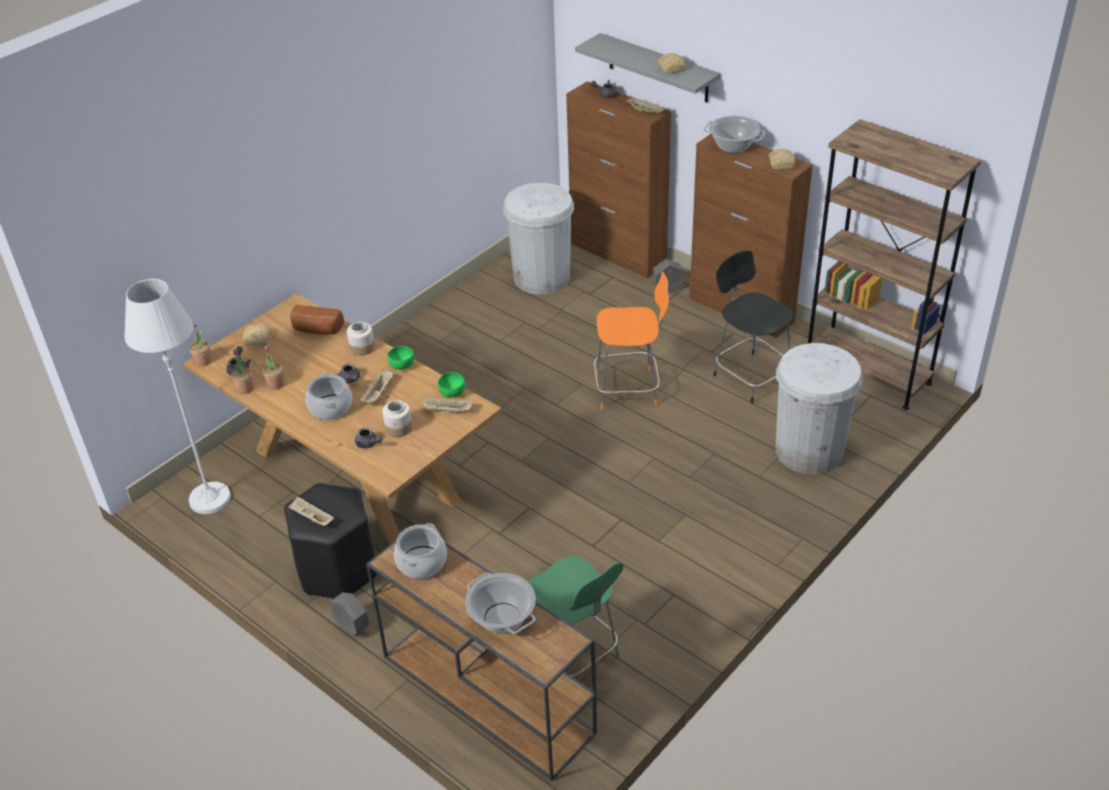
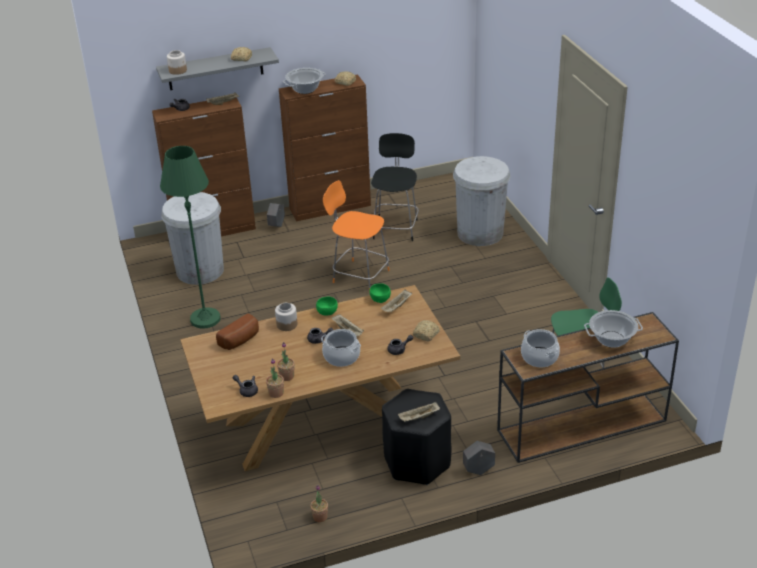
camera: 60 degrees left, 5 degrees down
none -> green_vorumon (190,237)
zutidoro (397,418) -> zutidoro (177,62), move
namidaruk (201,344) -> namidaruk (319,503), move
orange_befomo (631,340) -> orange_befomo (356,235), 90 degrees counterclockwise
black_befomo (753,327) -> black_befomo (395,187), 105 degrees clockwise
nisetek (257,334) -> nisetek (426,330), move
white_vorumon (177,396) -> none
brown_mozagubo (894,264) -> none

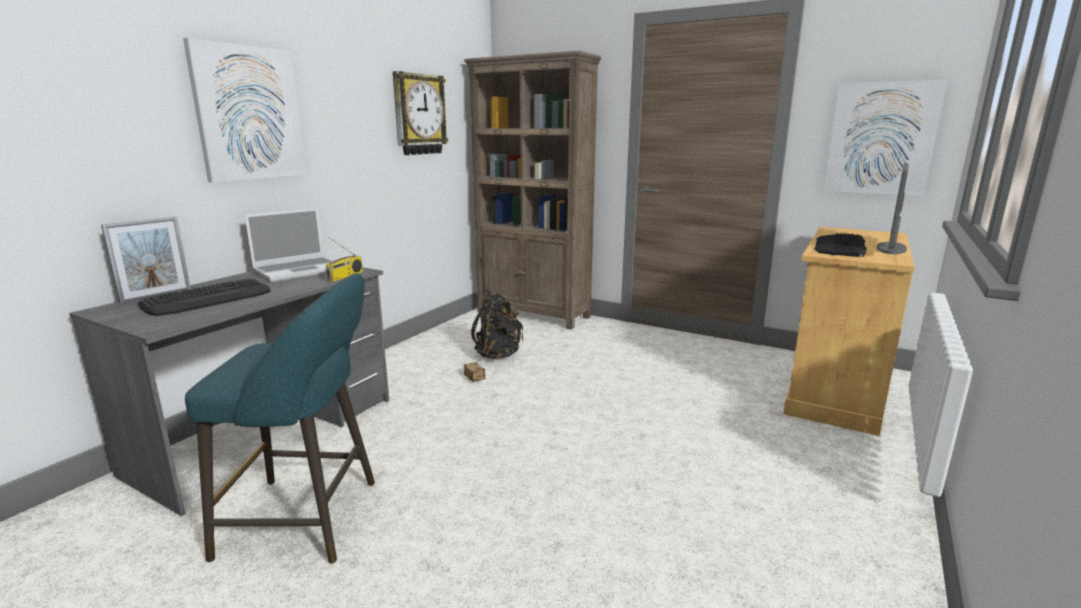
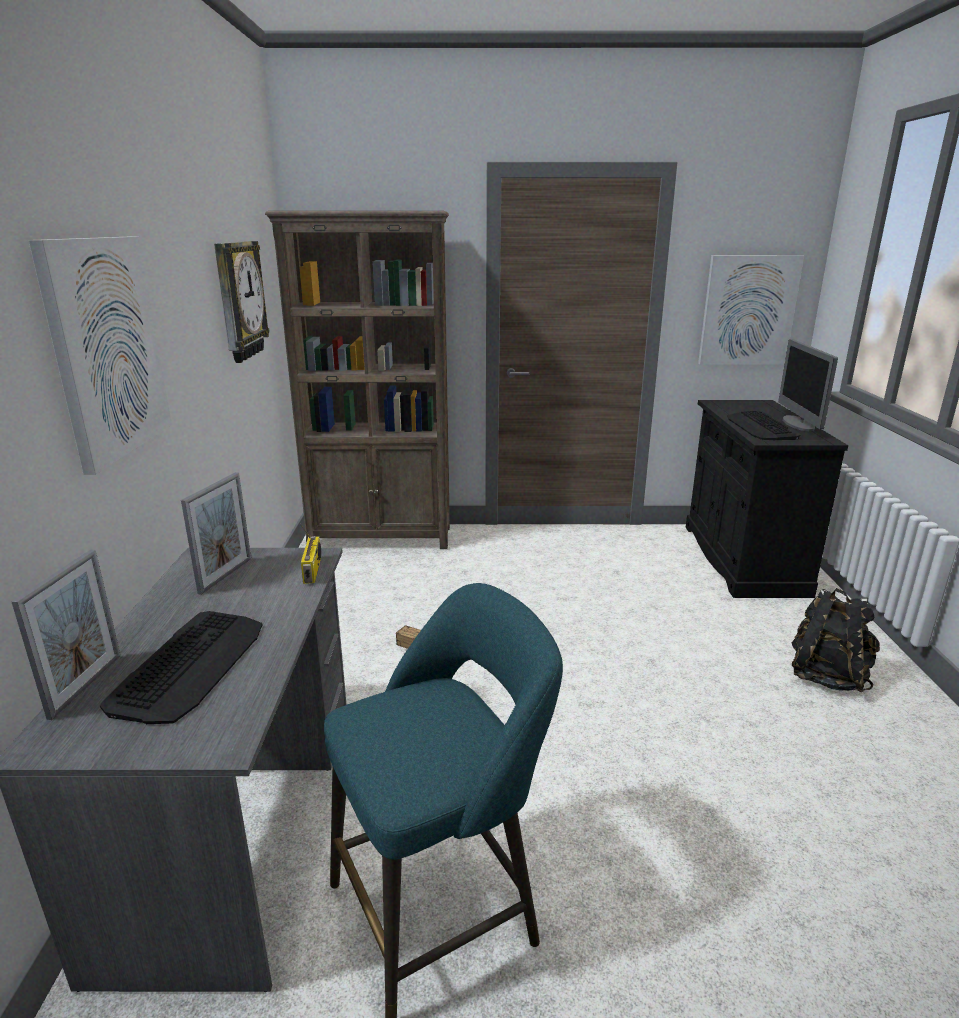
camera: 30 degrees left, 5 degrees up
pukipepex (289,245) -> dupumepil (216,533)
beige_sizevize (849,331) -> black_sizevize (767,499)
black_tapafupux (497,324) -> black_tapafupux (835,640), move

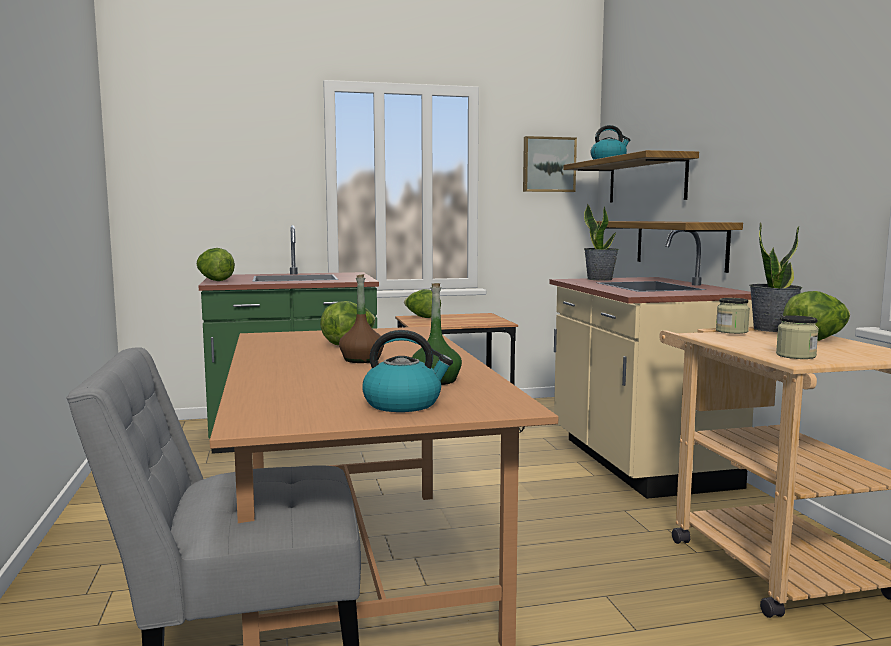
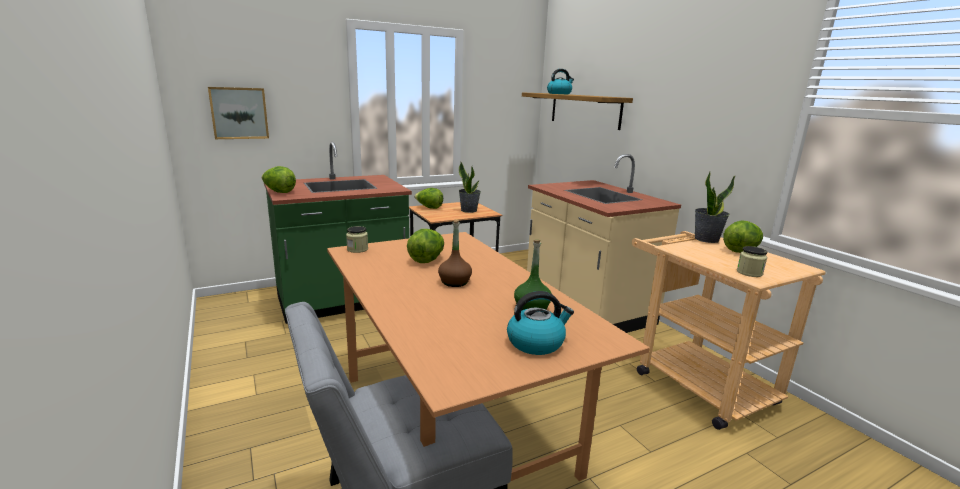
camera: 15 degrees left, 10 degrees up
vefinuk (550,164) -> vefinuk (238,113), move
zutidoro (733,316) -> zutidoro (357,239), move
namidaruk (601,242) -> namidaruk (470,187), move
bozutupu (665,247) -> none

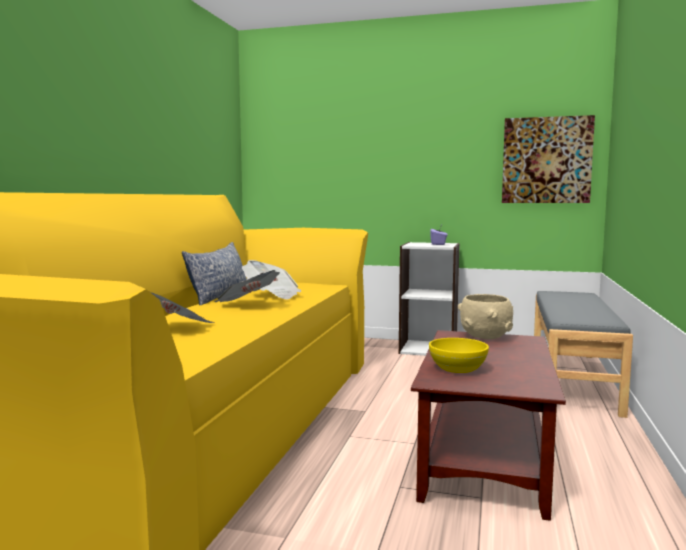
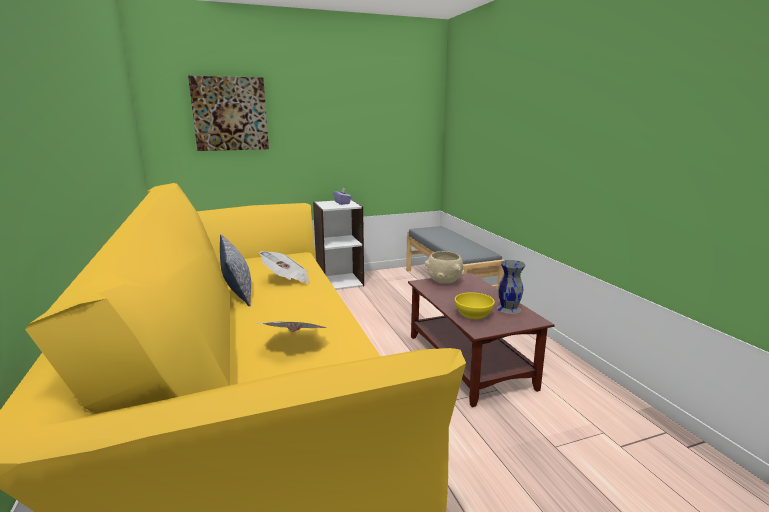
camera: 35 degrees left, 10 degrees up
vefinuk (548,159) -> vefinuk (228,113), move
none -> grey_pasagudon (511,287)
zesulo (247,286) -> none

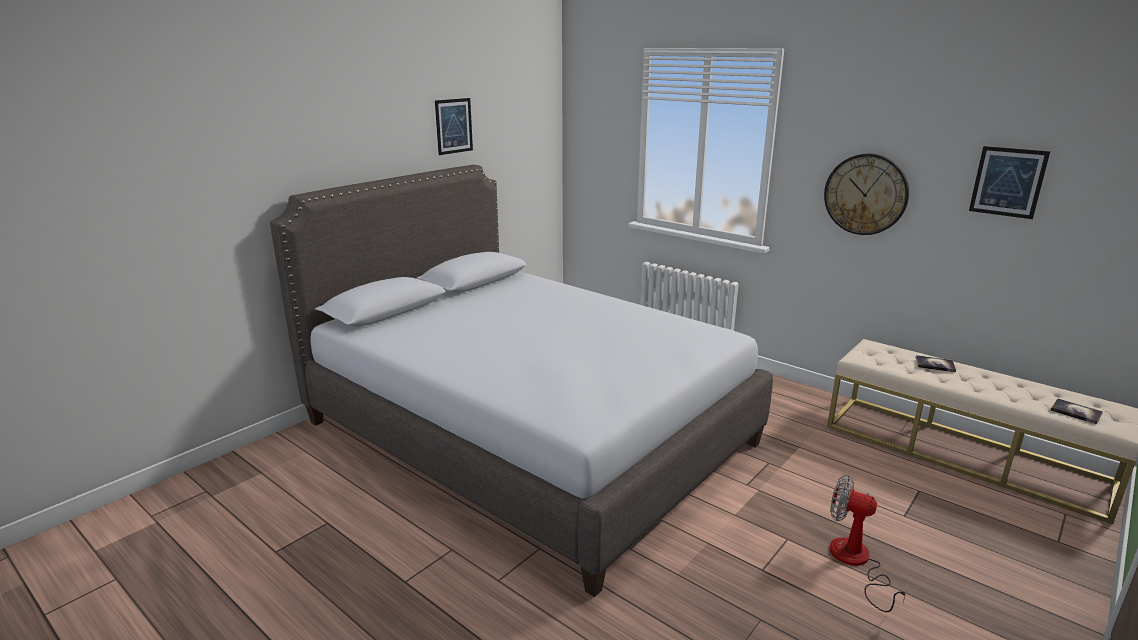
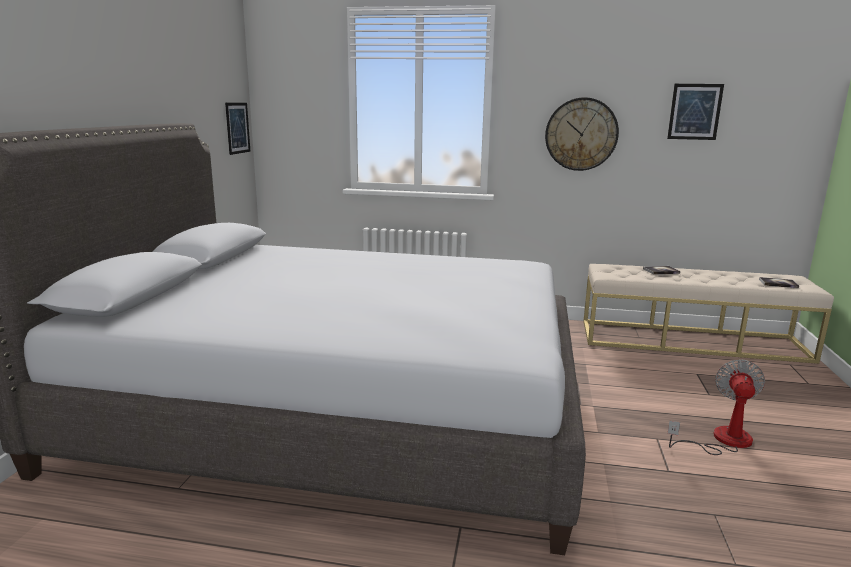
camera: 30 degrees left, 5 degrees down
vefinuk (454,126) -> vefinuk (237,129), move
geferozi (869,543) -> geferozi (716,407), 105 degrees clockwise

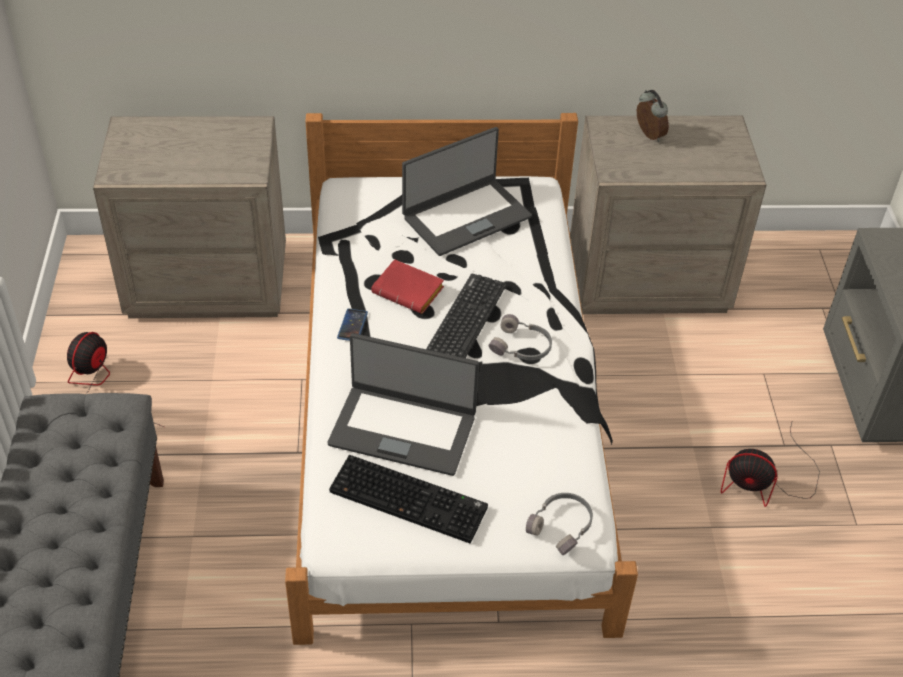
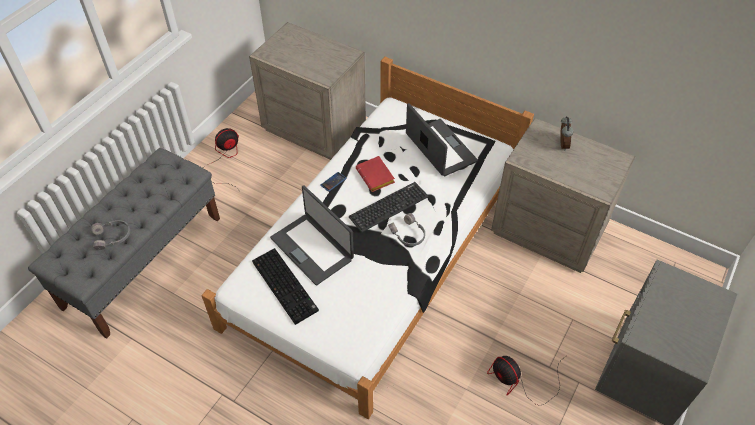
camera: 35 degrees right, 5 degrees up
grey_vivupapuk (559,524) -> grey_vivupapuk (110,235), move
pukipepex (467,191) -> pukipepex (442,139), 120 degrees counterclockwise

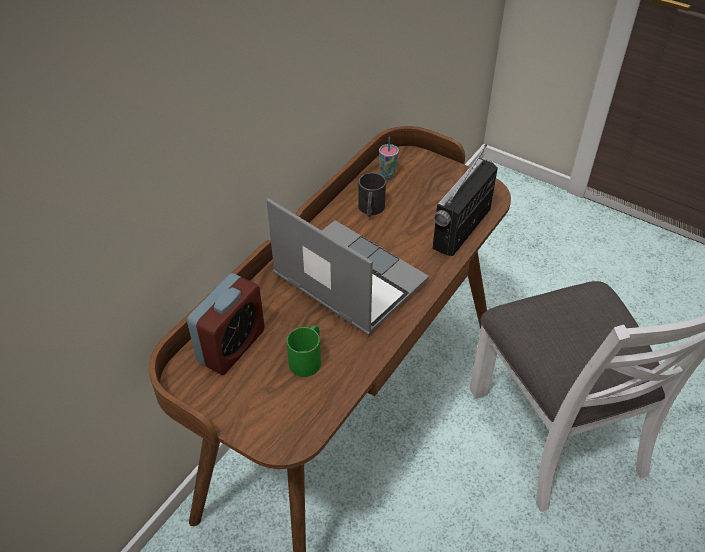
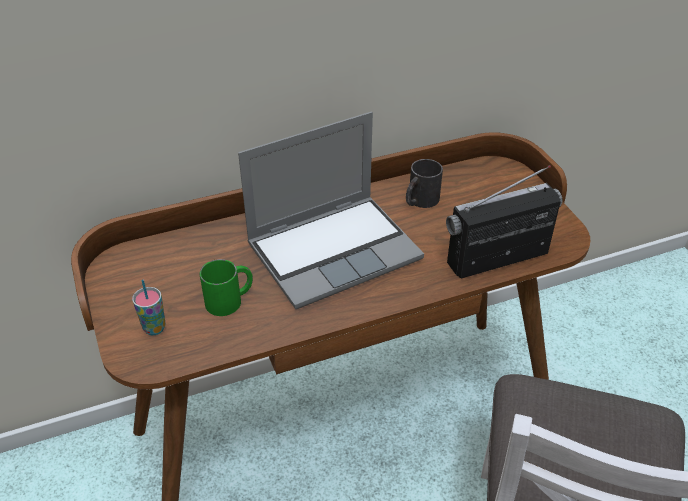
camera: 35 degrees right, 5 degrees down
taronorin (389,158) -> taronorin (149,307), move
pukipepex (348,266) -> pukipepex (331,210), 75 degrees clockwise
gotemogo (226,324) -> none

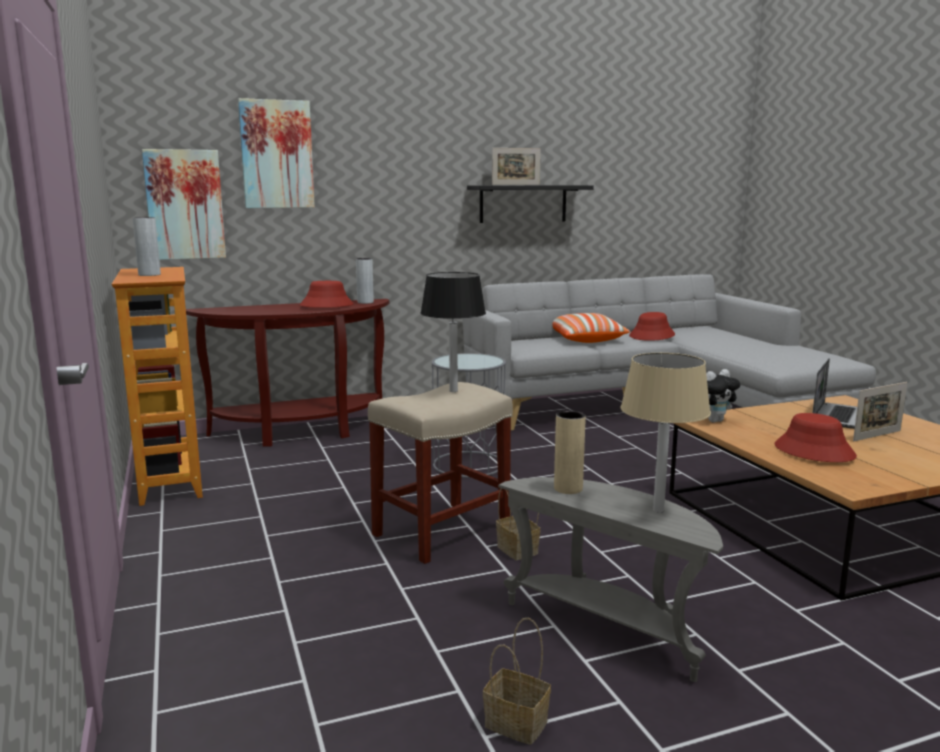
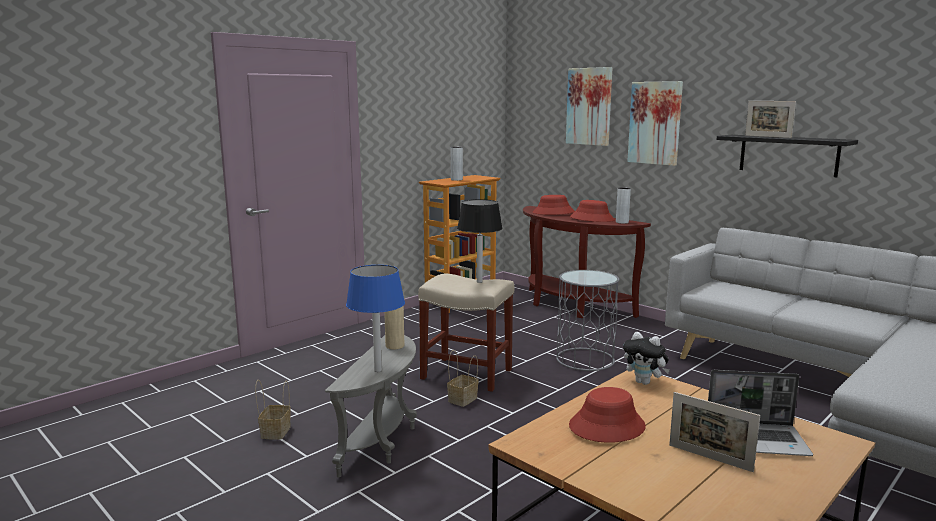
camera: 65 degrees right, 0 degrees up
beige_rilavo (665,432) -> blue_rilavo (375,318)
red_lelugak (652,326) -> red_lelugak (554,205), move
vefinuk (184,204) -> vefinuk (655,123), move
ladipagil (591,328) -> none

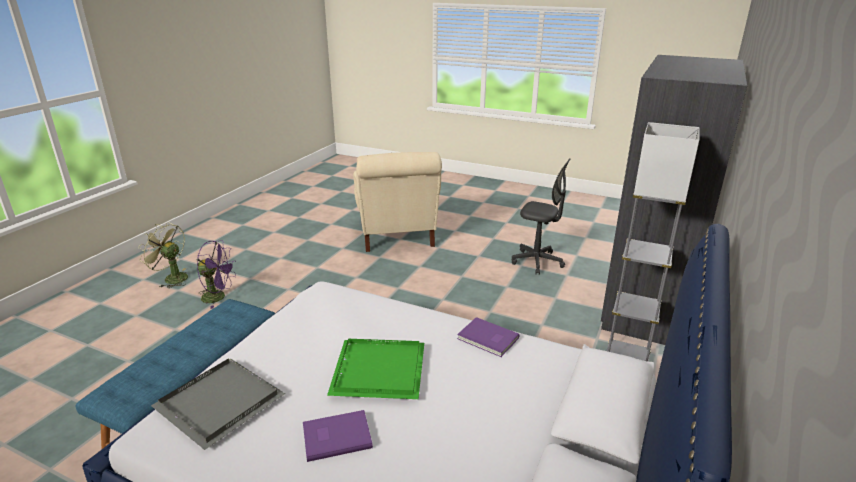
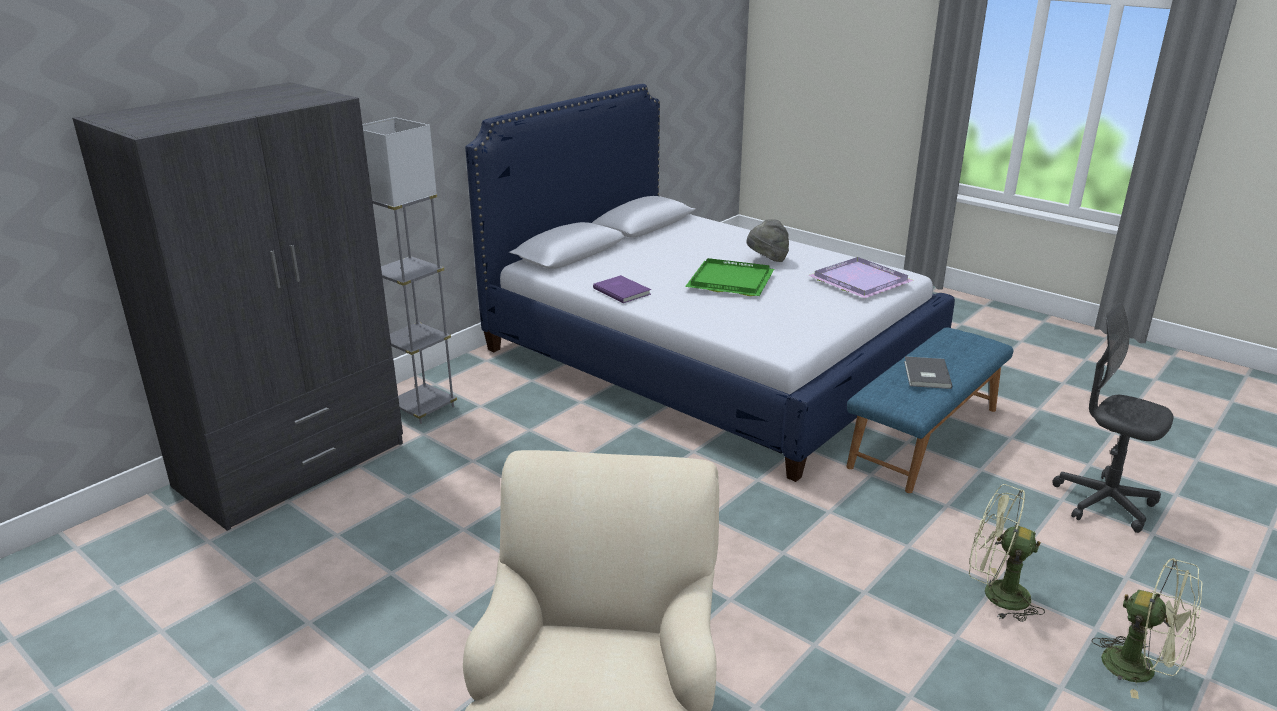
camera: 165 degrees left, 0 degrees up
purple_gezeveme (338,436) -> grey_lelugak (767,240)
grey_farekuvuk (218,404) -> purple_farekuvuk (861,277)
none -> grey_gezeveme (928,372)
purple_geferozi (216,275) -> green_geferozi (1007,553)
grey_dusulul (541,216) -> grey_dusulul (1113,418), move

